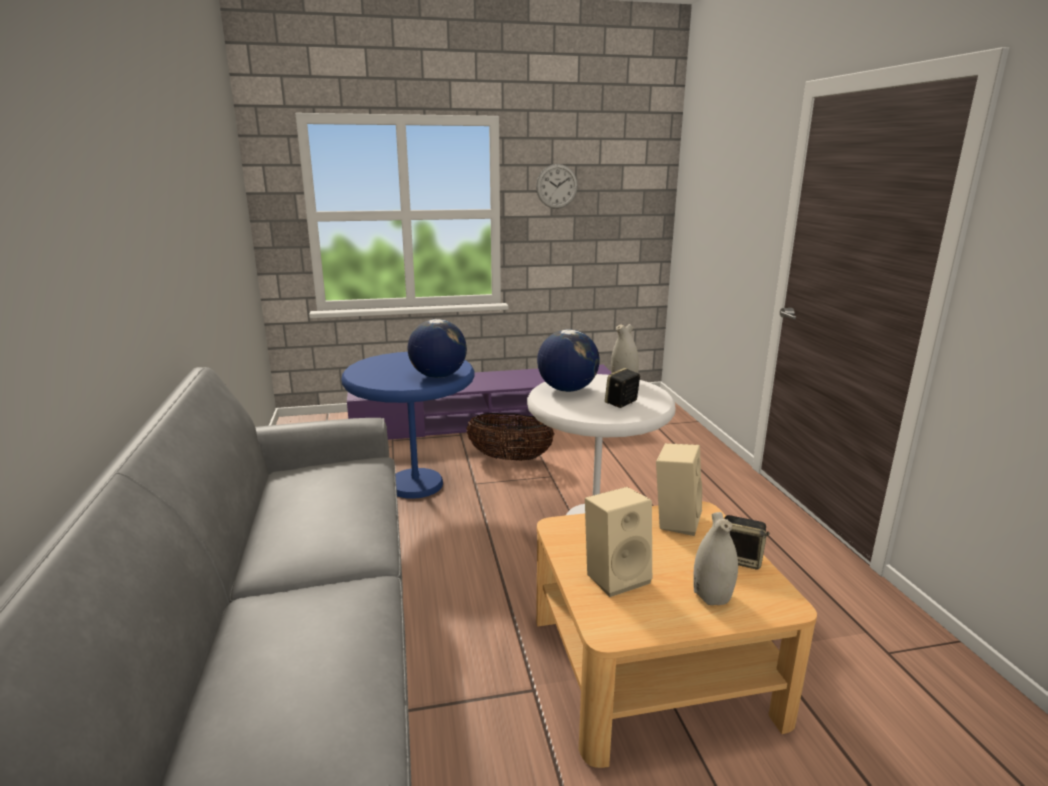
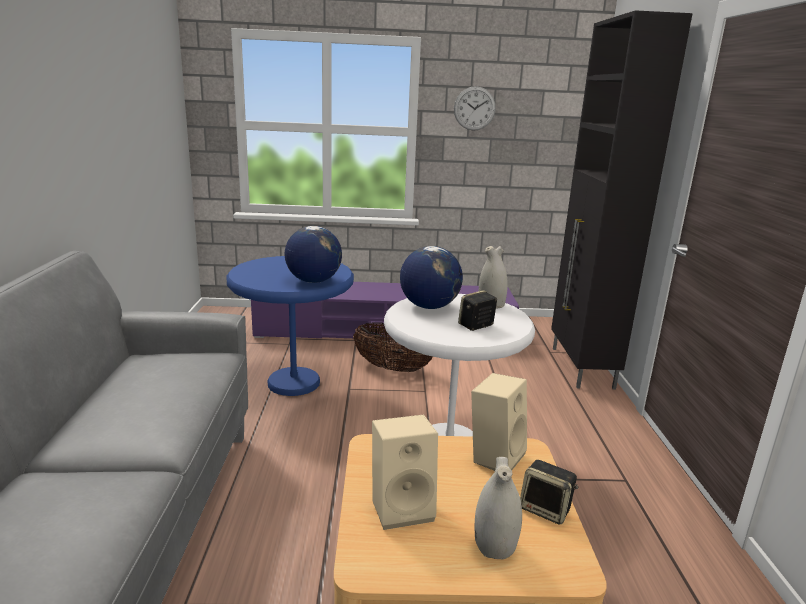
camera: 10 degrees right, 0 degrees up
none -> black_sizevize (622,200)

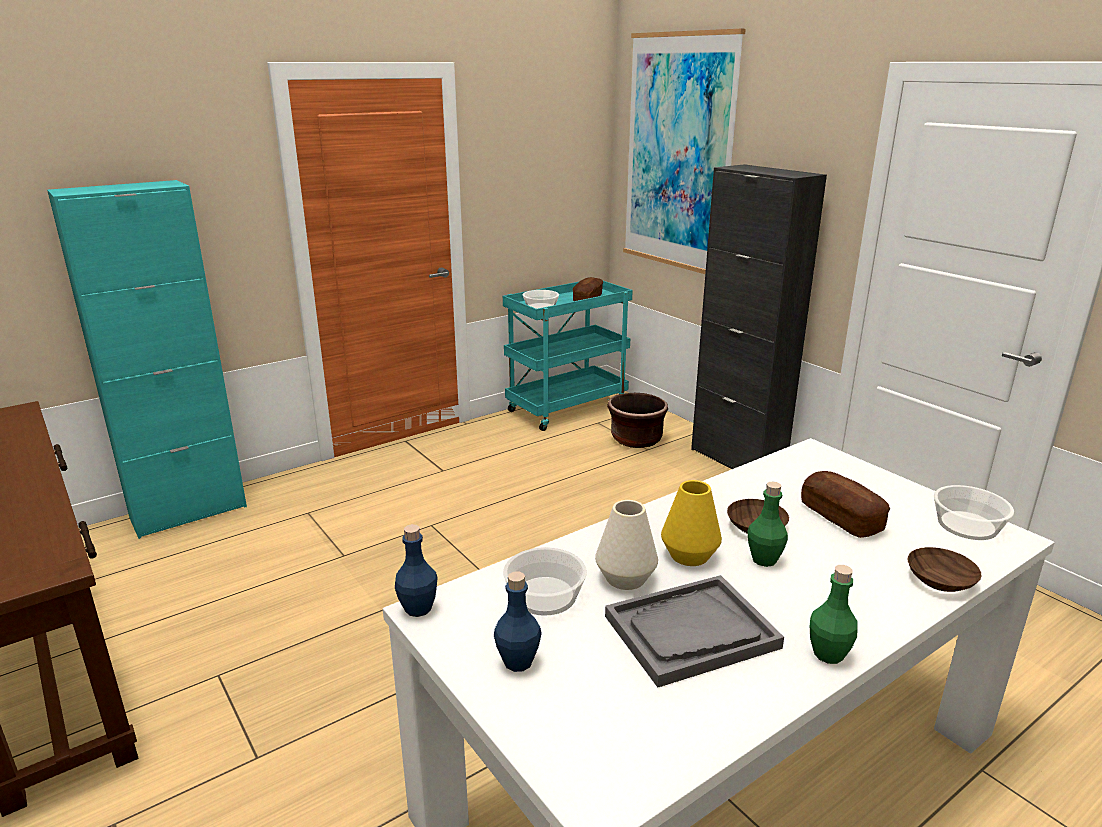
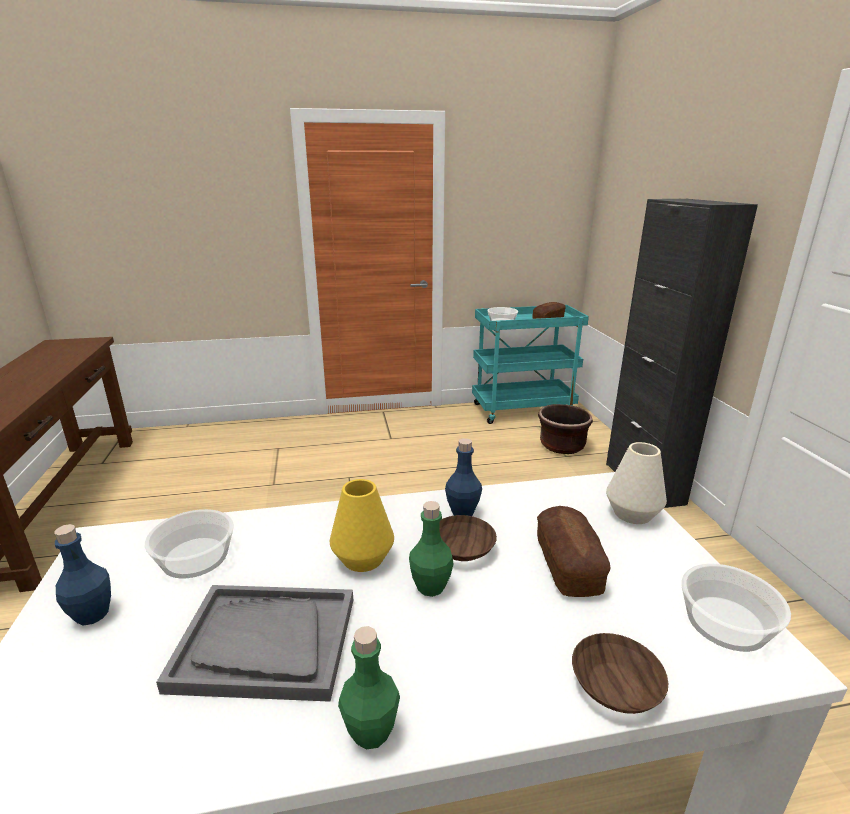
camera: 25 degrees right, 0 degrees up
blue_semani (416,570) -> blue_semani (463,477), move
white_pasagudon (626,545) -> white_pasagudon (636,483), move
turquoise_sizevize (147,359) -> none
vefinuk (684,151) -> none

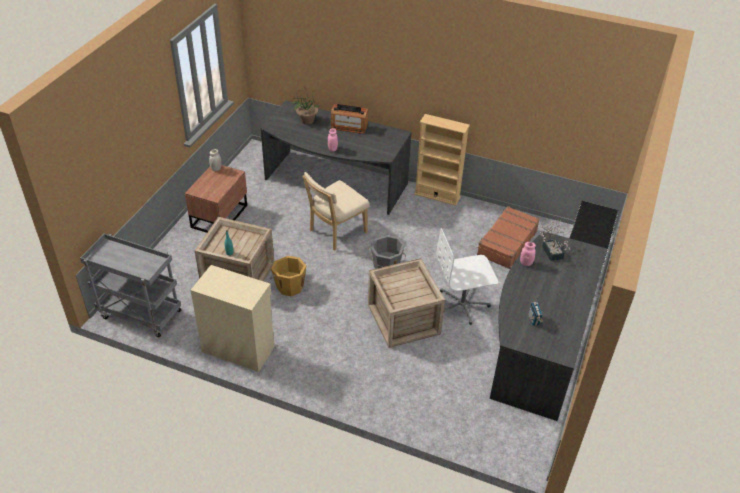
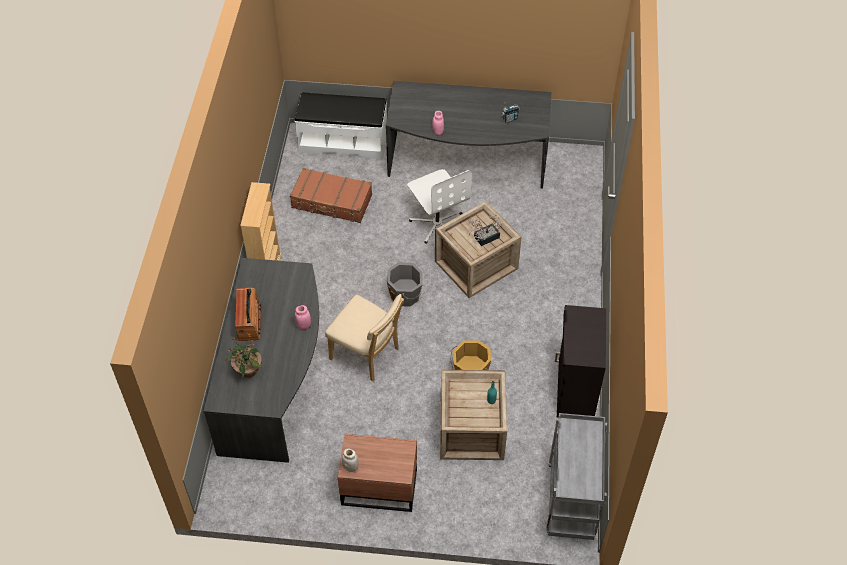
camera: 105 degrees left, 10 degrees up
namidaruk (555,241) -> namidaruk (485,230), move
beige_sizevize (232,318) -> black_sizevize (580,361)

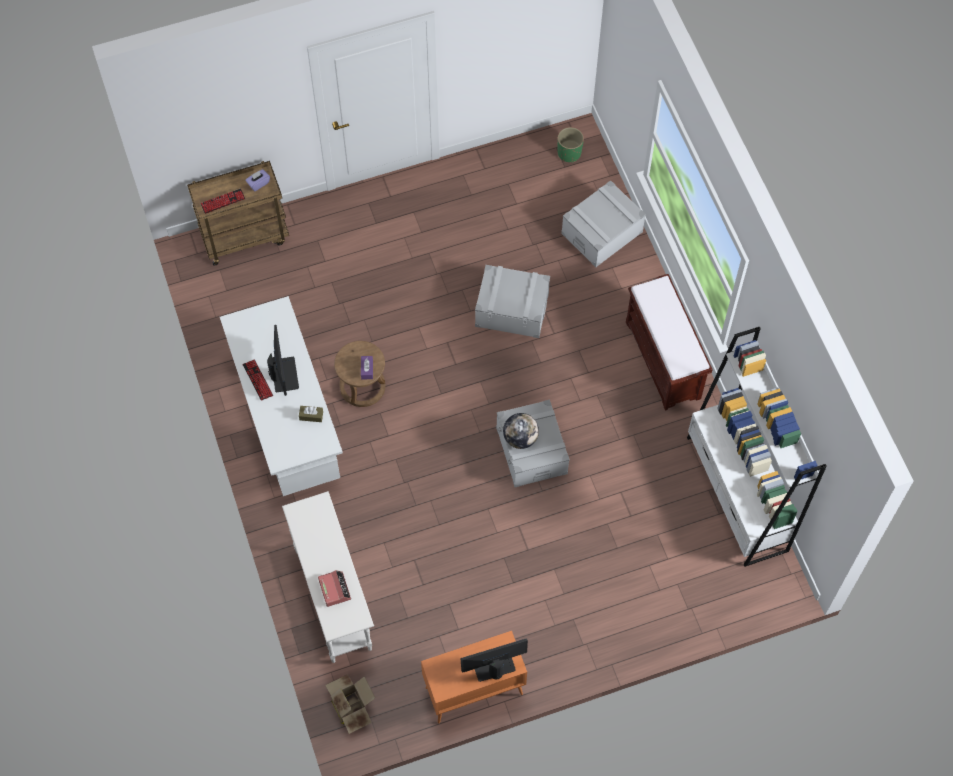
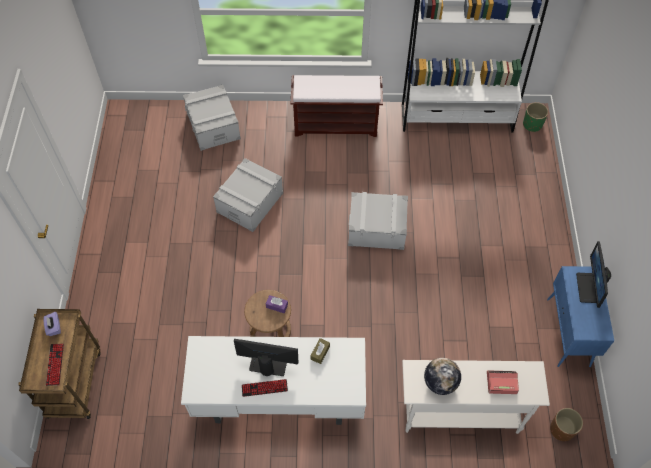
camera: 70 degrees left, 5 degrees down
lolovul (521,431) -> lolovul (442,376), move
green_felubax (570,144) -> green_felubax (535,117), move
orange_sizevize (474,677) -> blue_sizevize (580,316)
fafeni (350,704) -> brown_felubax (566,424)

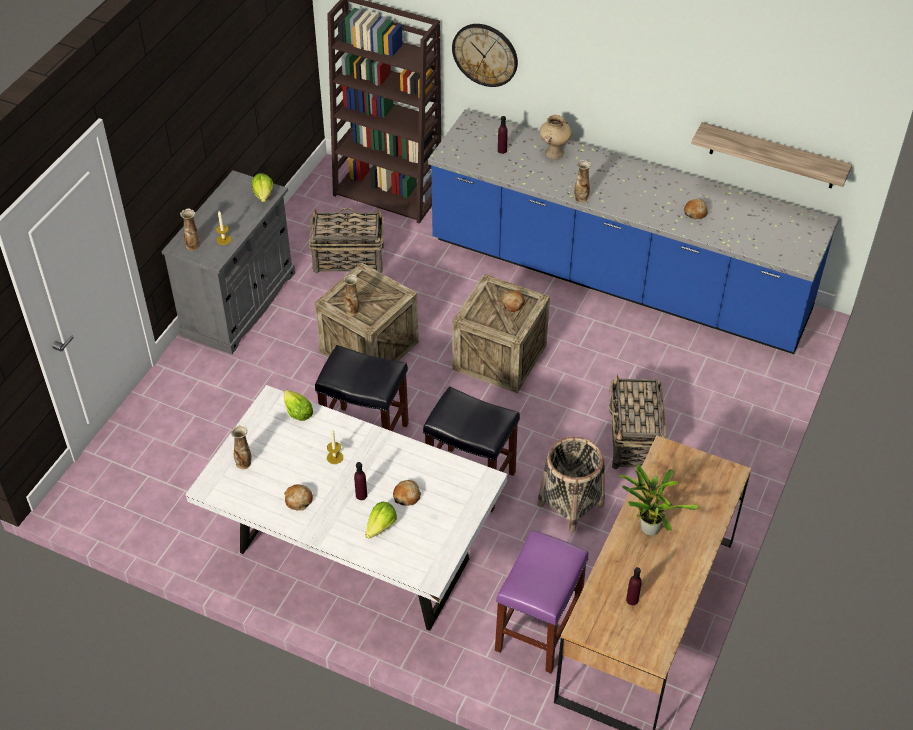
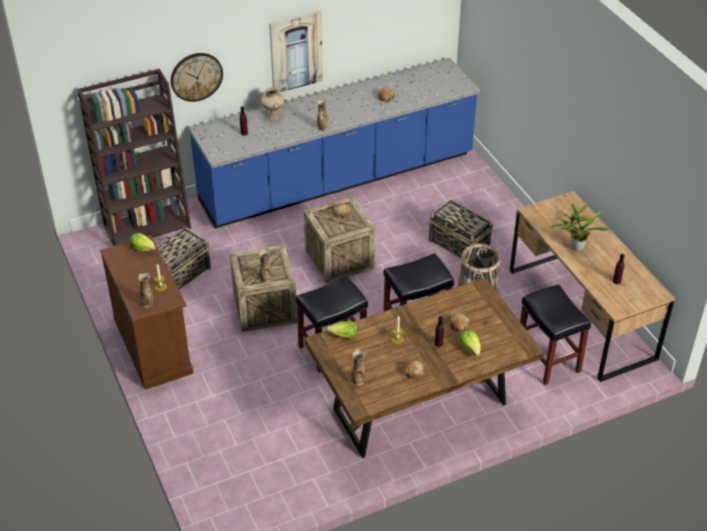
camera: 50 degrees left, 5 degrees down
grey_sizevize (228,262) -> brown_sizevize (146,312)
none -> vefinuk (296,52)
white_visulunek (347,508) -> brown_visulunek (424,368)
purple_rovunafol (541,601) -> black_rovunafol (555,334)
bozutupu (771,155) -> none

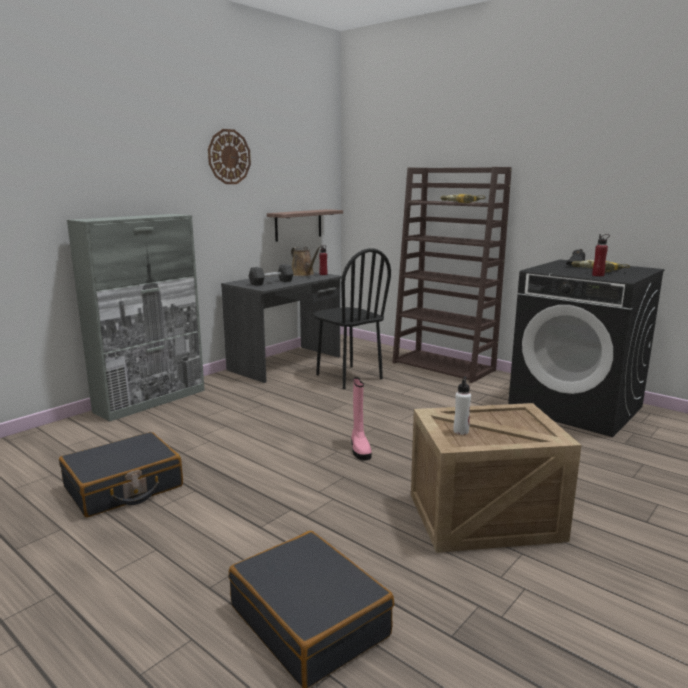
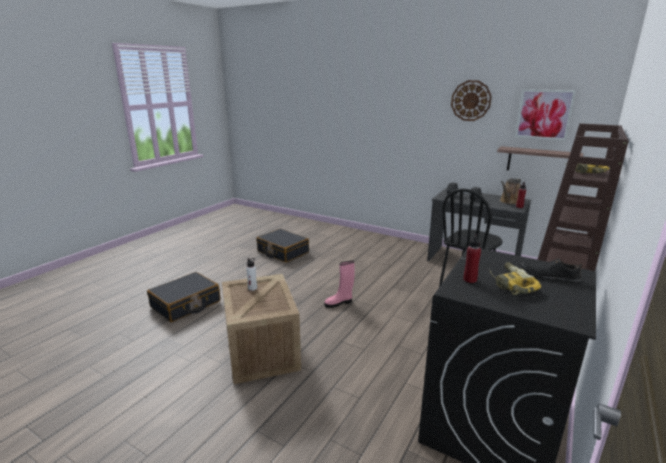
camera: 80 degrees right, 5 degrees up
none -> vefinuk (545,115)
grey_sizevize (136,318) -> none

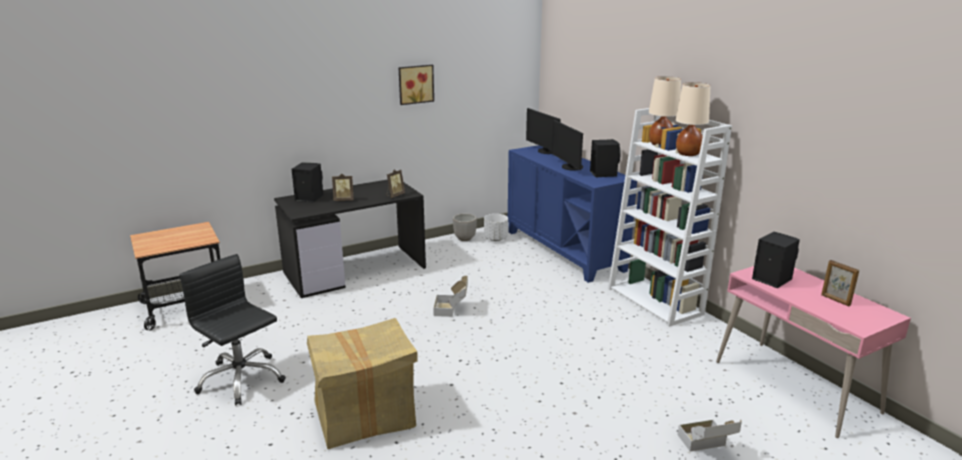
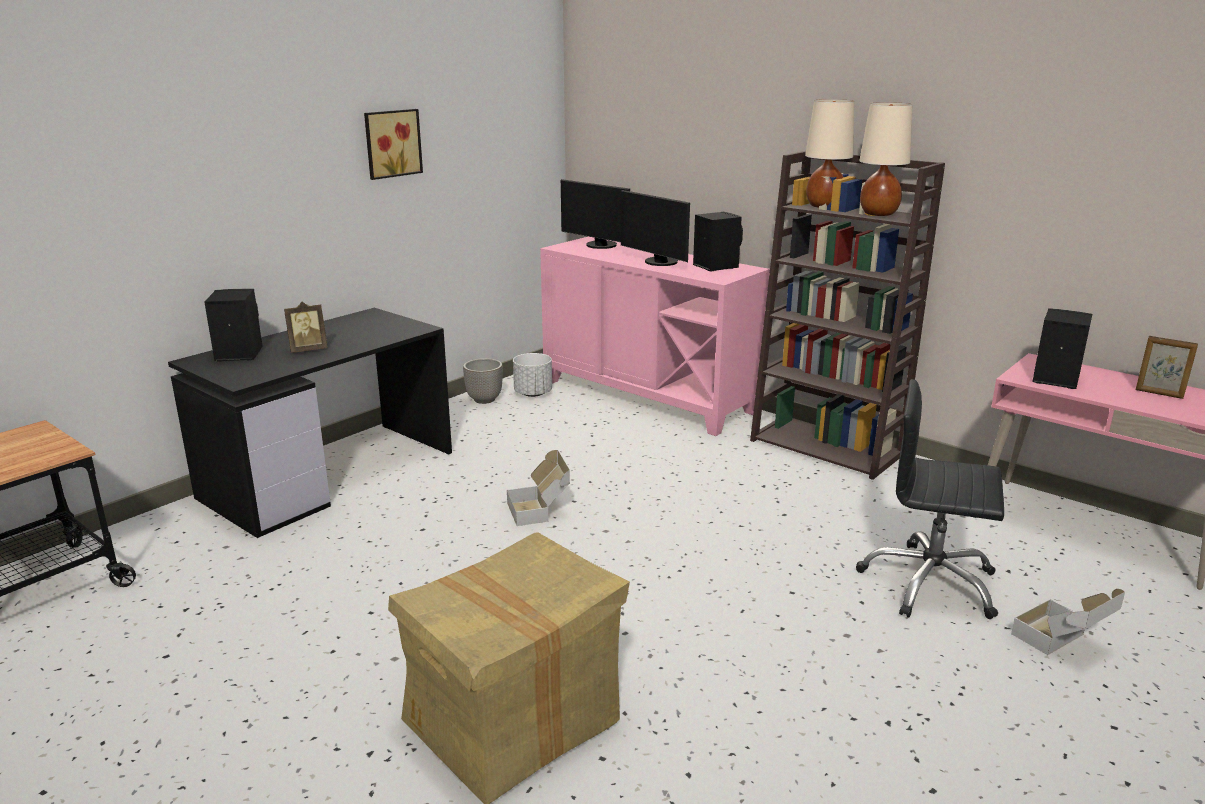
camera: 20 degrees left, 0 degrees up
blue_sizevize (572,214) -> pink_sizevize (655,336)
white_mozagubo (670,217) -> brown_mozagubo (847,315)
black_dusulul (232,330) -> black_dusulul (930,499), move
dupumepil (395,183) -> none

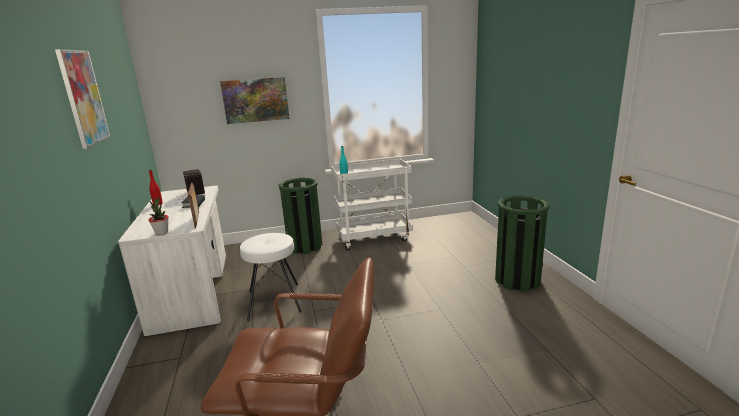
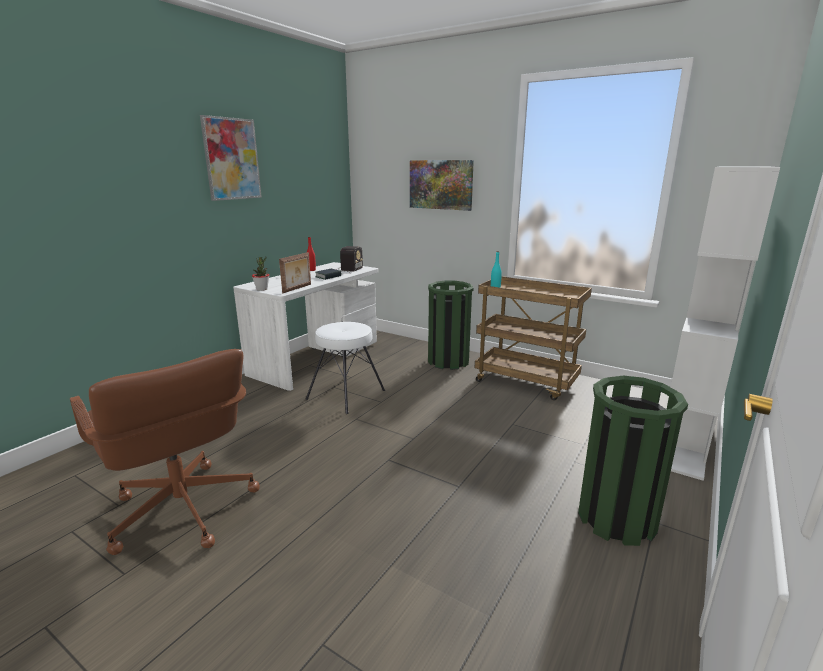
camera: 45 degrees right, 0 degrees up
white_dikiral (372,204) -> brown_dikiral (533,338)
none -> white_mozagubo (723,323)

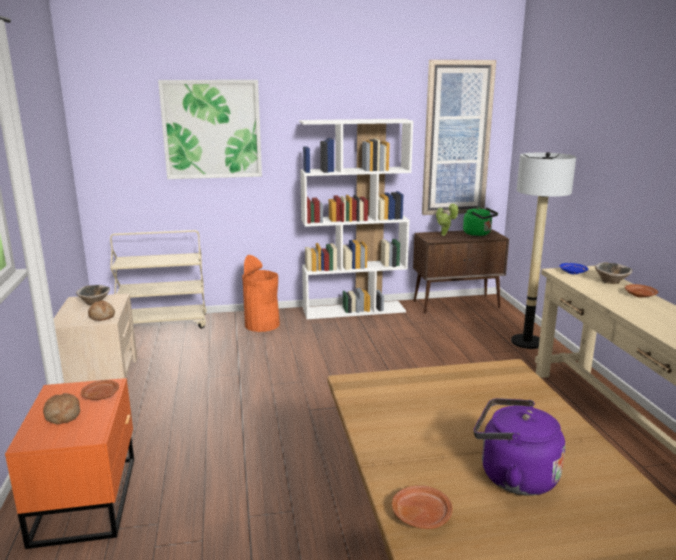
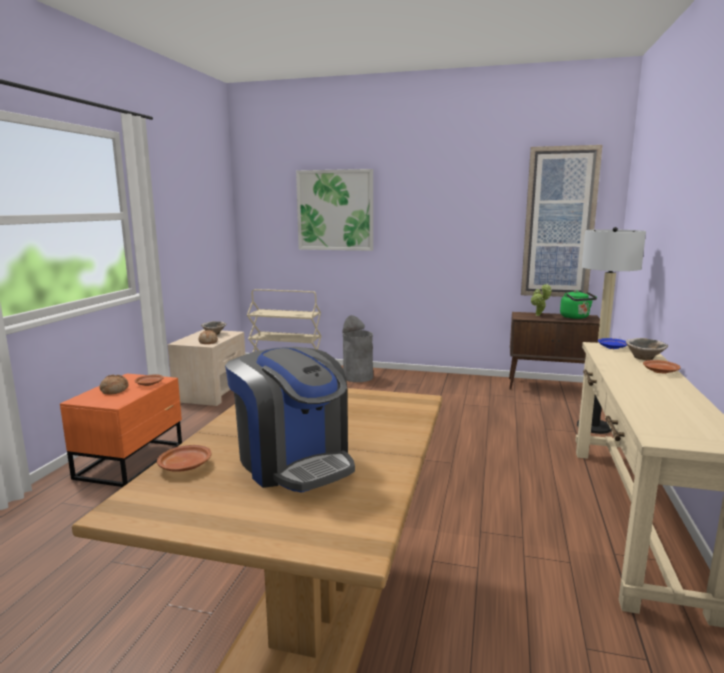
camera: 25 degrees right, 5 degrees down
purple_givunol (519,447) -> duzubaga (290,420)
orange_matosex (261,293) -> grey_matosex (357,348)
white_mozagubo (356,219) -> none

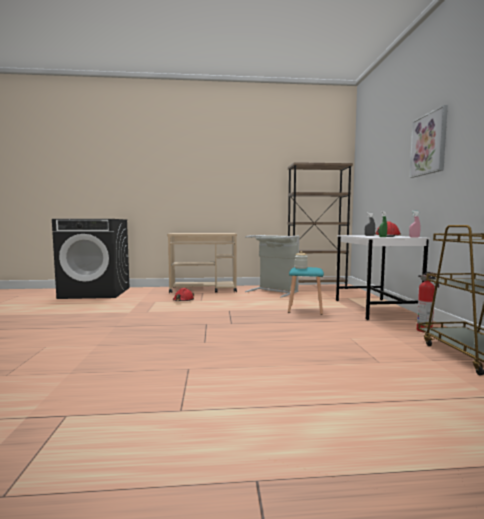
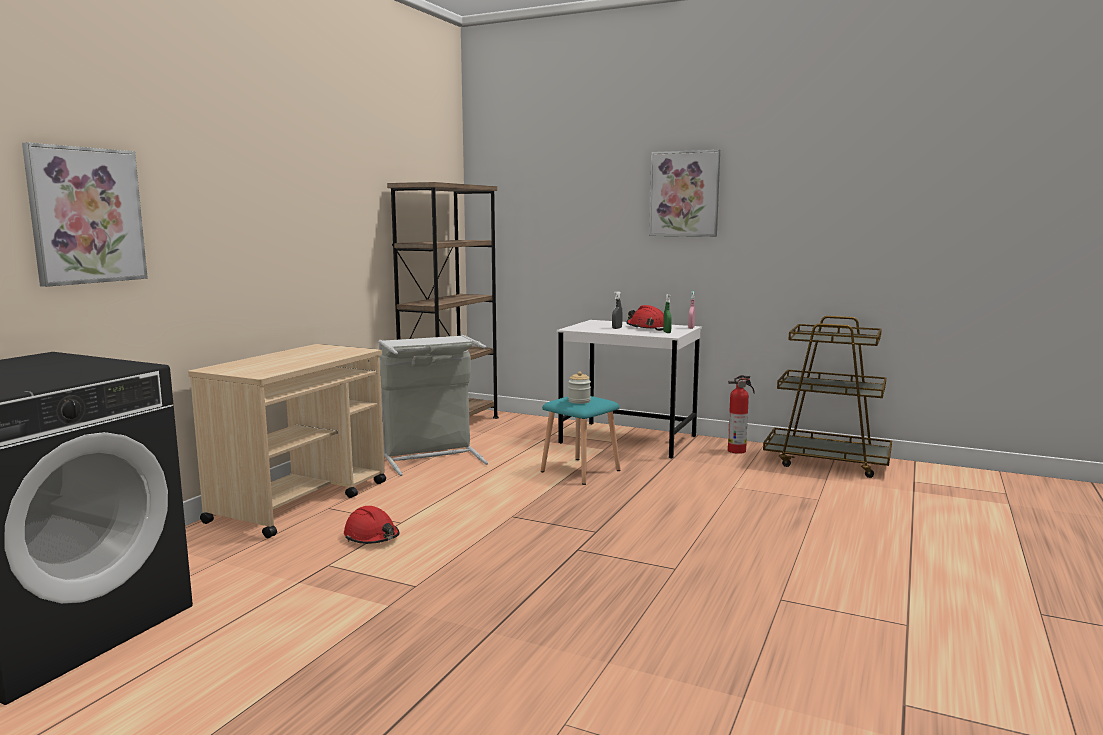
camera: 60 degrees left, 5 degrees up
none -> vefinuk (85,215)

